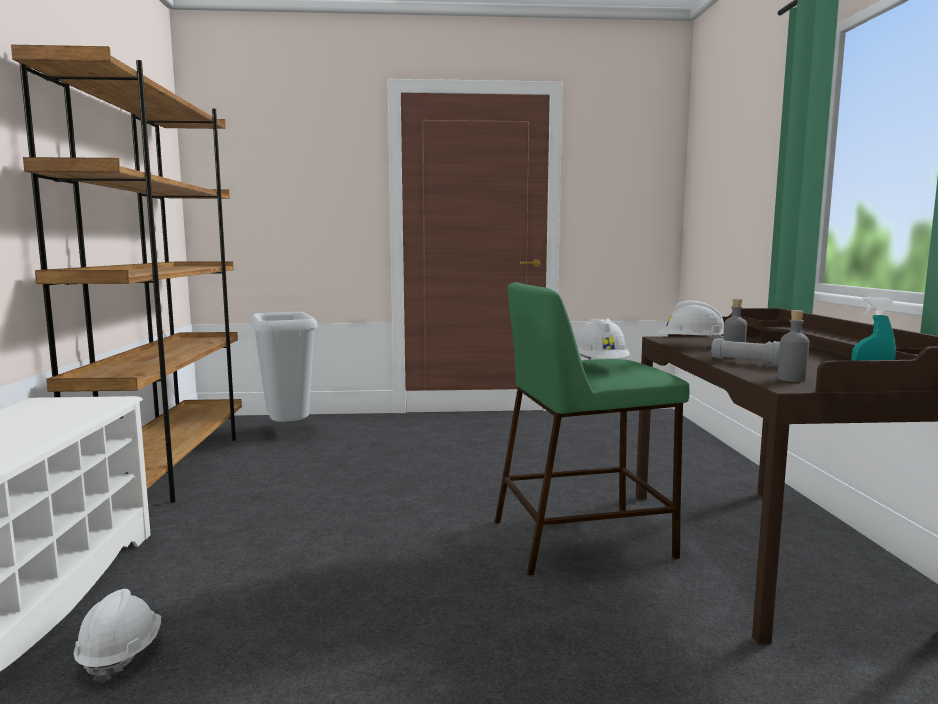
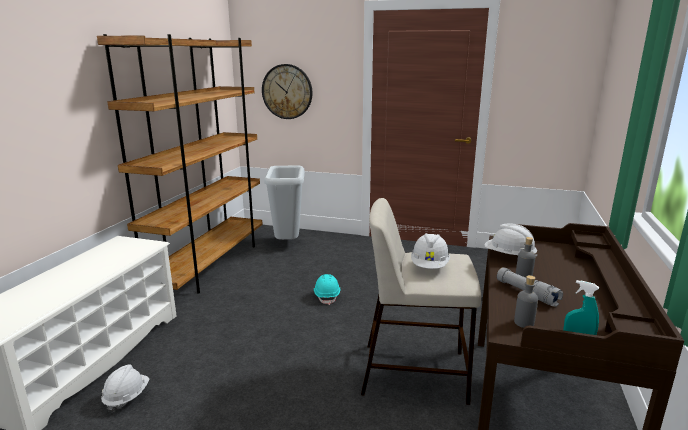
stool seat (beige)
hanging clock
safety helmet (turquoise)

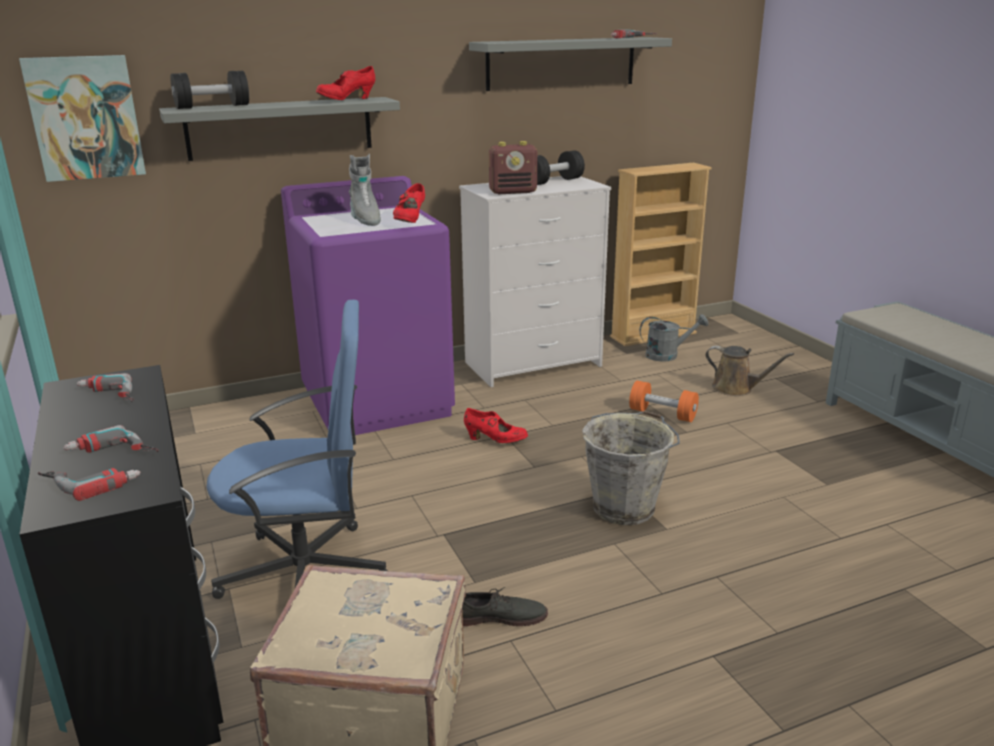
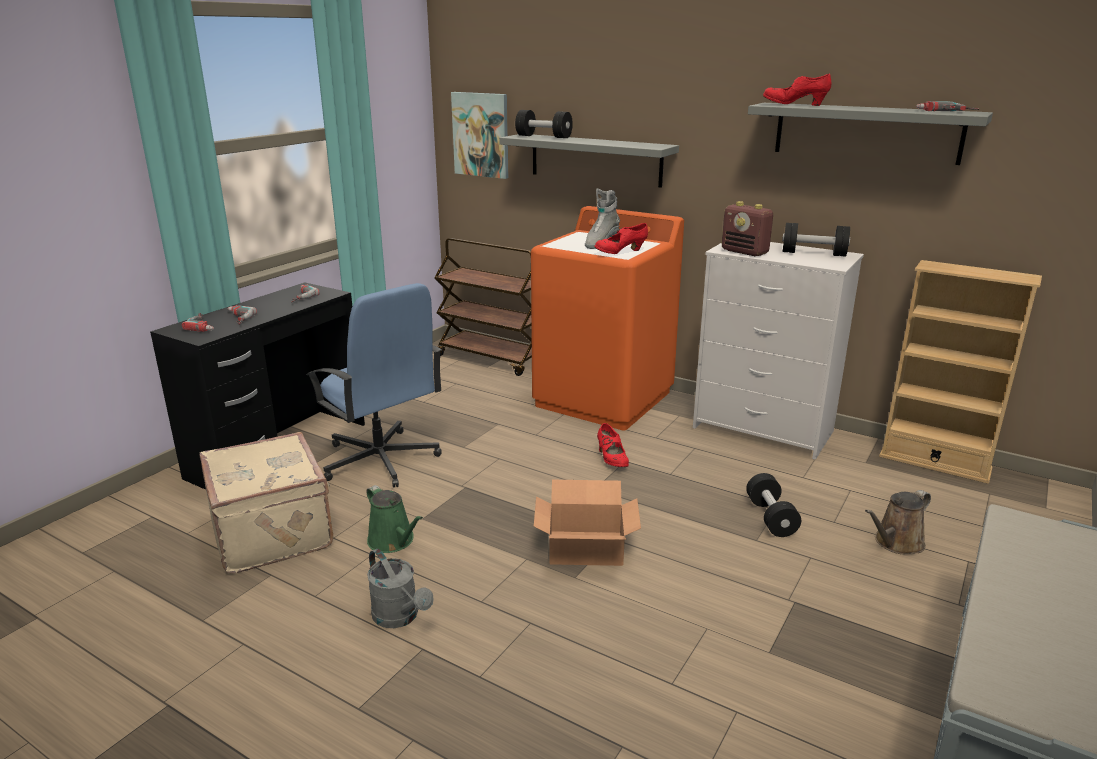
laundry machine (orangey)
low shoe (red) (3rd from left)
watering can (green-coloured)
packing box
dumbbell (blackish) (2nd from left)
watering can (gray)
watering can (brown-coloured)
wheeled cart (brown-coloured)

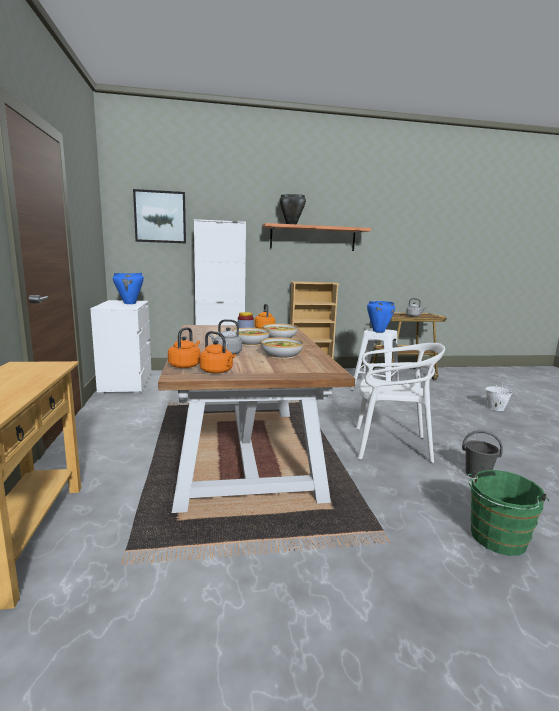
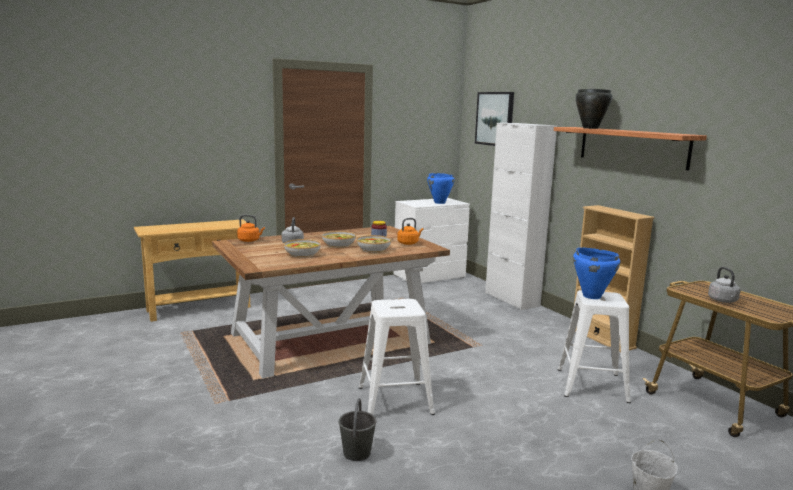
water kettle (orangey) (2nd from left in the first image)
stool seat (whitish) (1st from left)
pail (green-coloured)

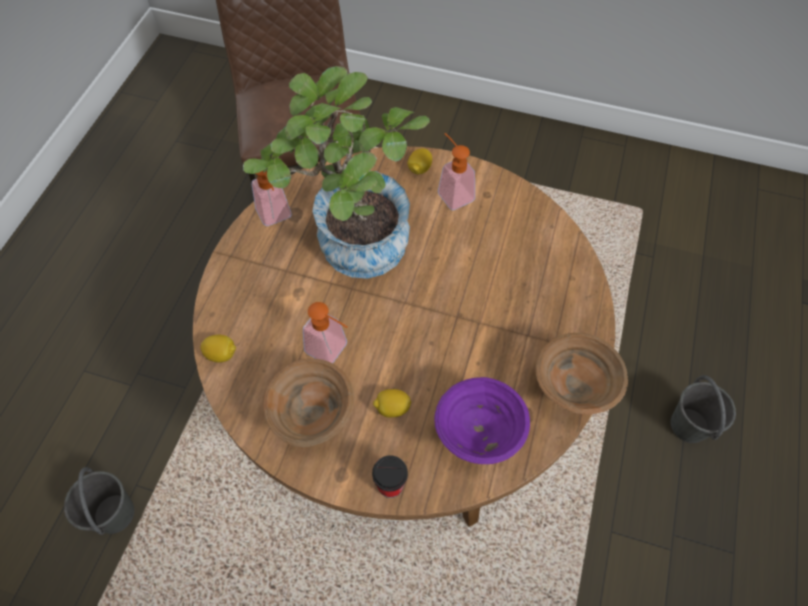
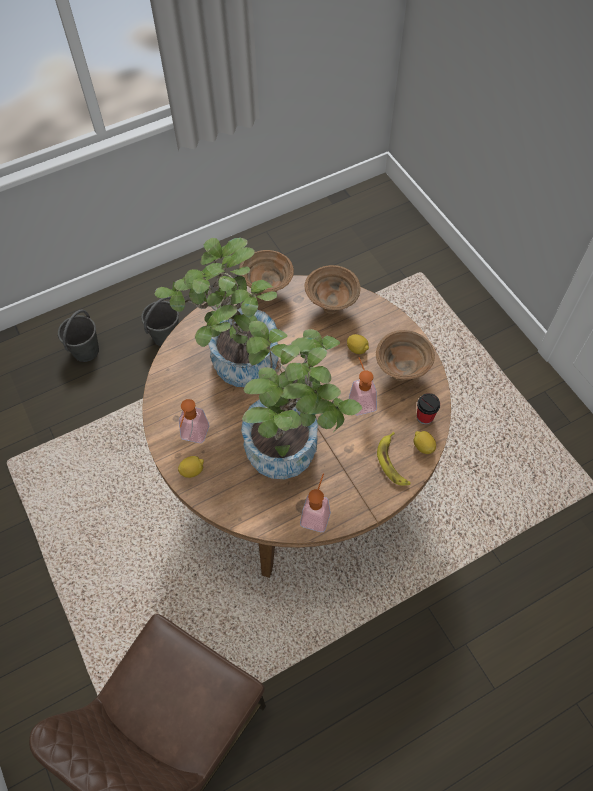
pail (gray) (1st from left)
small cup
serving bowl (brown-coloured) (2nd from left)
potted plant (1st from left)
whole banana

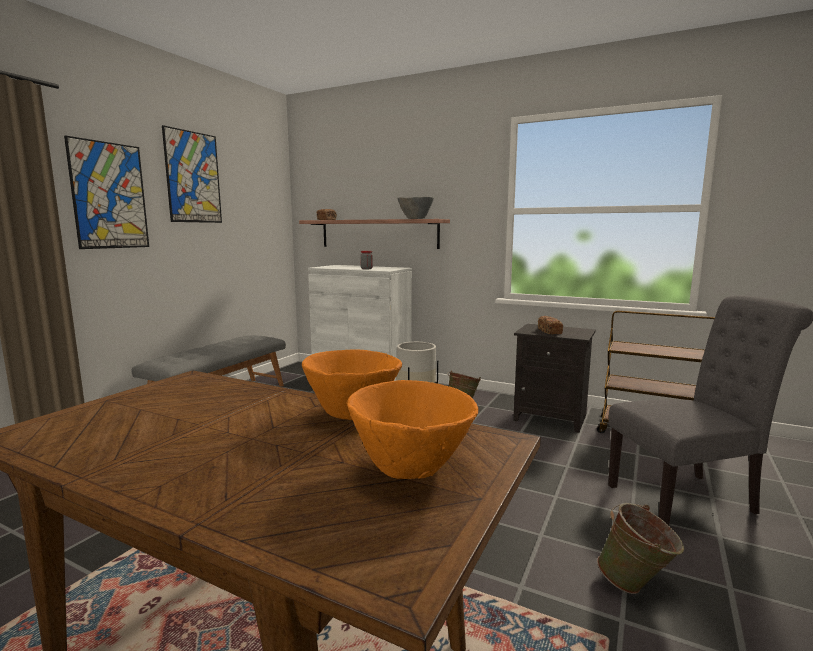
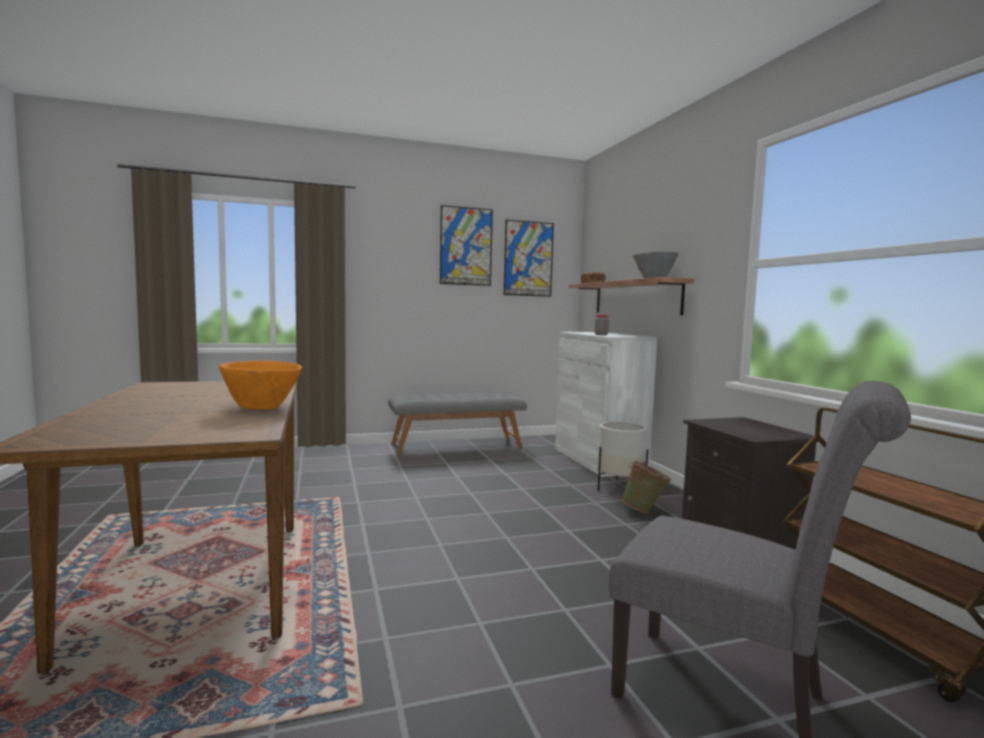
wall picture (2nd from left)
serving bowl (orangey) (2nd from left in the first image)
bread (2nd from left in the first image)
pail (green-coloured) (2nd from left in the first image)

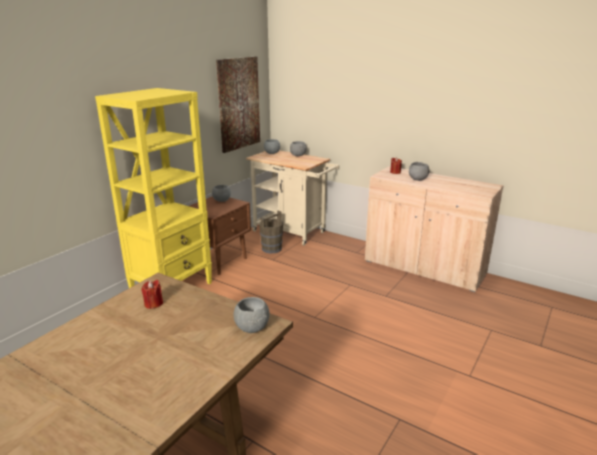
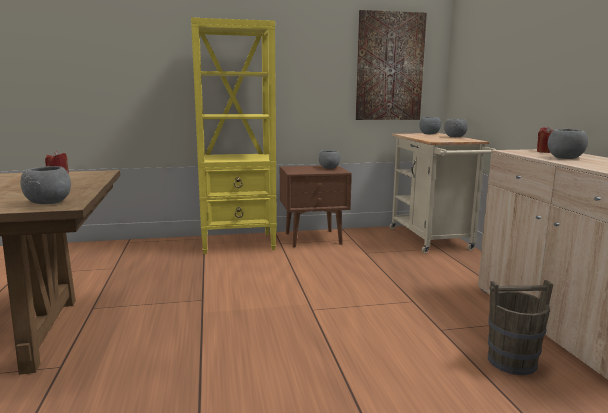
pail (brown-coloured)

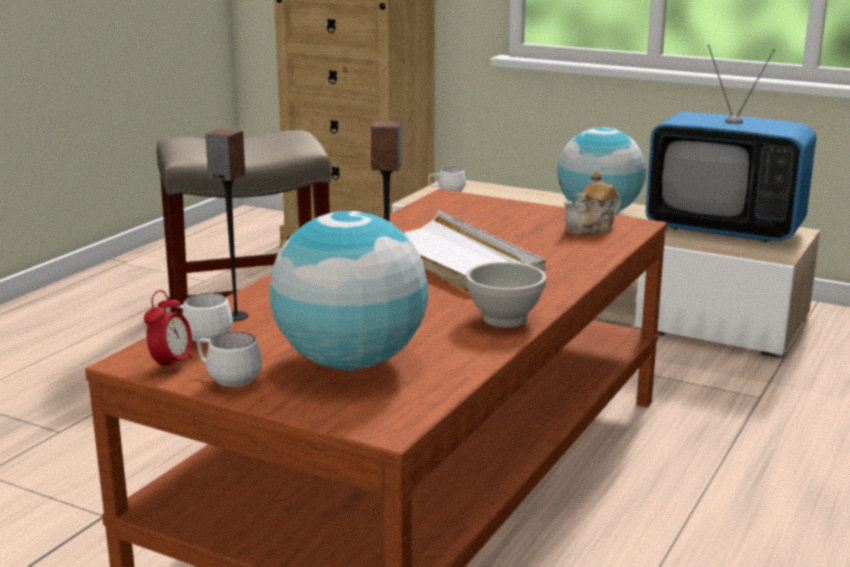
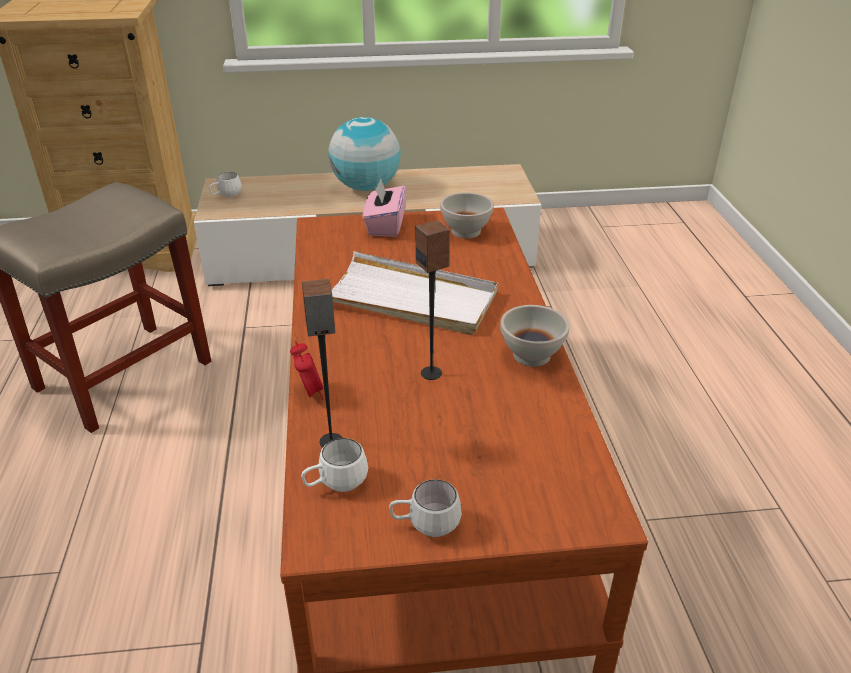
table clock
globe (1st from left in the first image)
serving bowl (whitish) (1st from left)
TV set
box of tissues (pink-coloured)

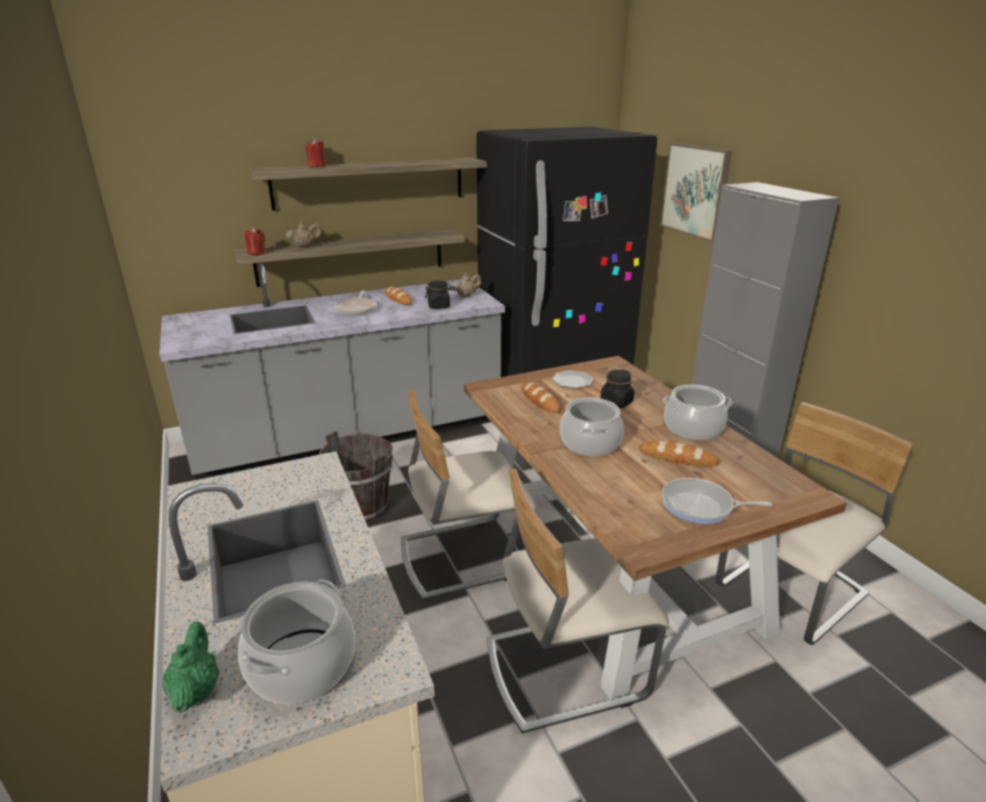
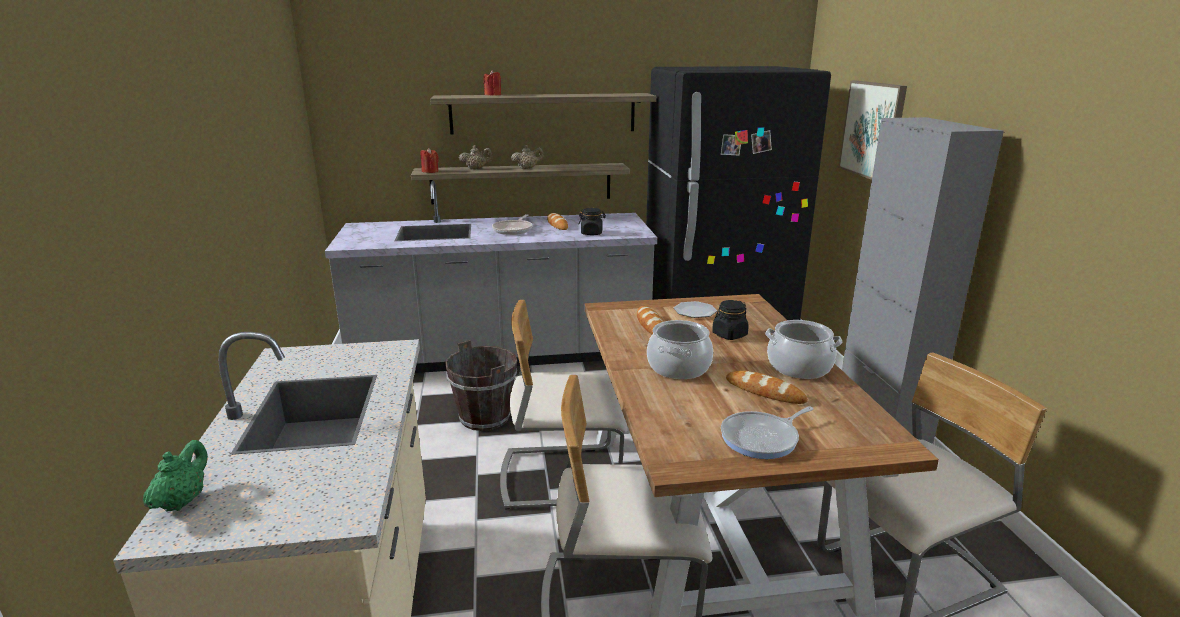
saucepot (1st from left in the first image)
teapot (beige) (2nd from left)
skillet (2nd from left)

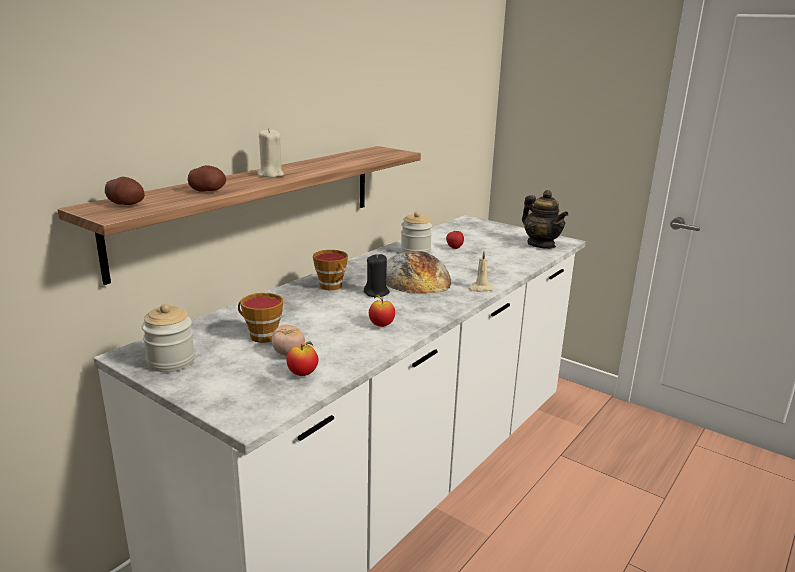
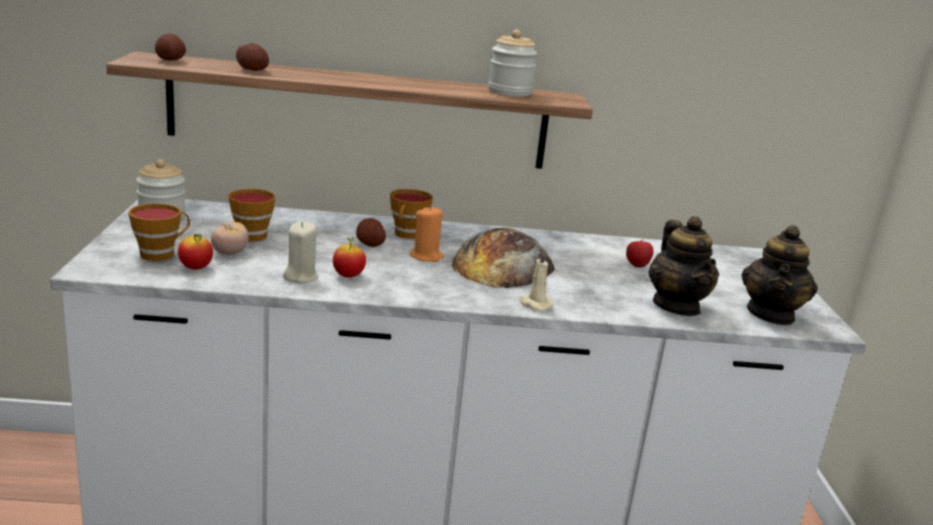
candle (beige) (1st from left)
candle (orangey)
preserve jar (2nd from left)
small cup (1st from left)
spud (3rd from left)
teapot (1st from left)

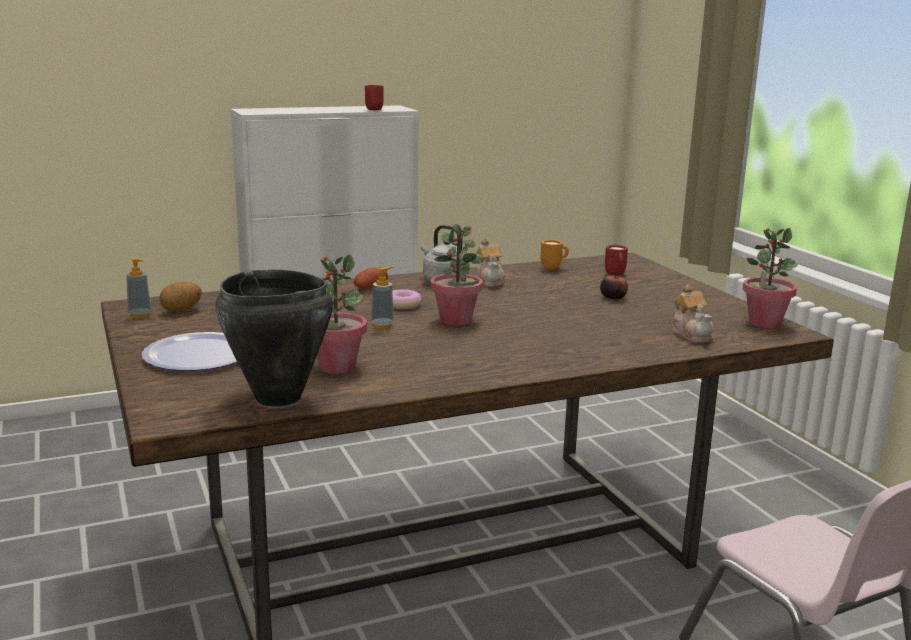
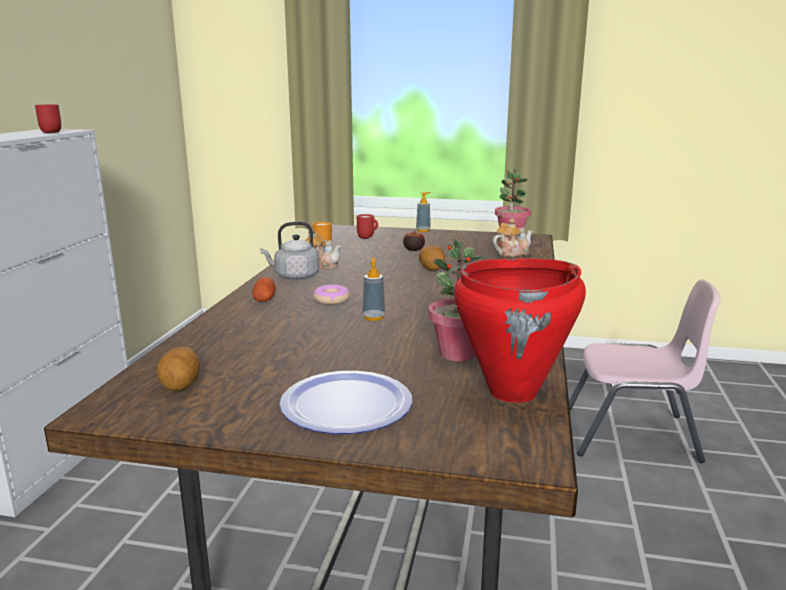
soap bottle (2nd from left)
saucepot (red)
potted plant (2nd from left in the first image)
teapot (2nd from left)
spud (3rd from left)

